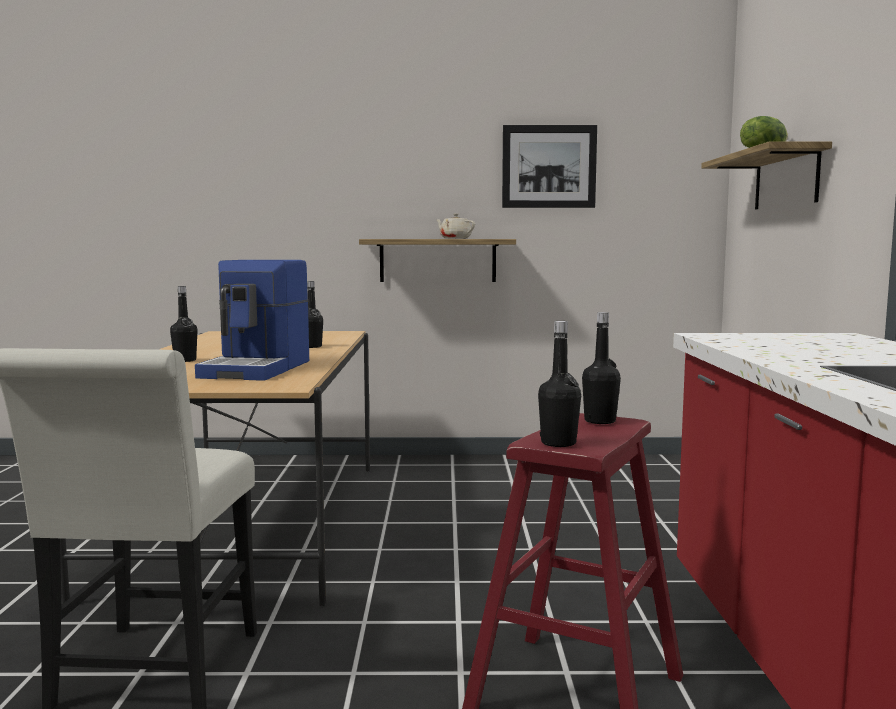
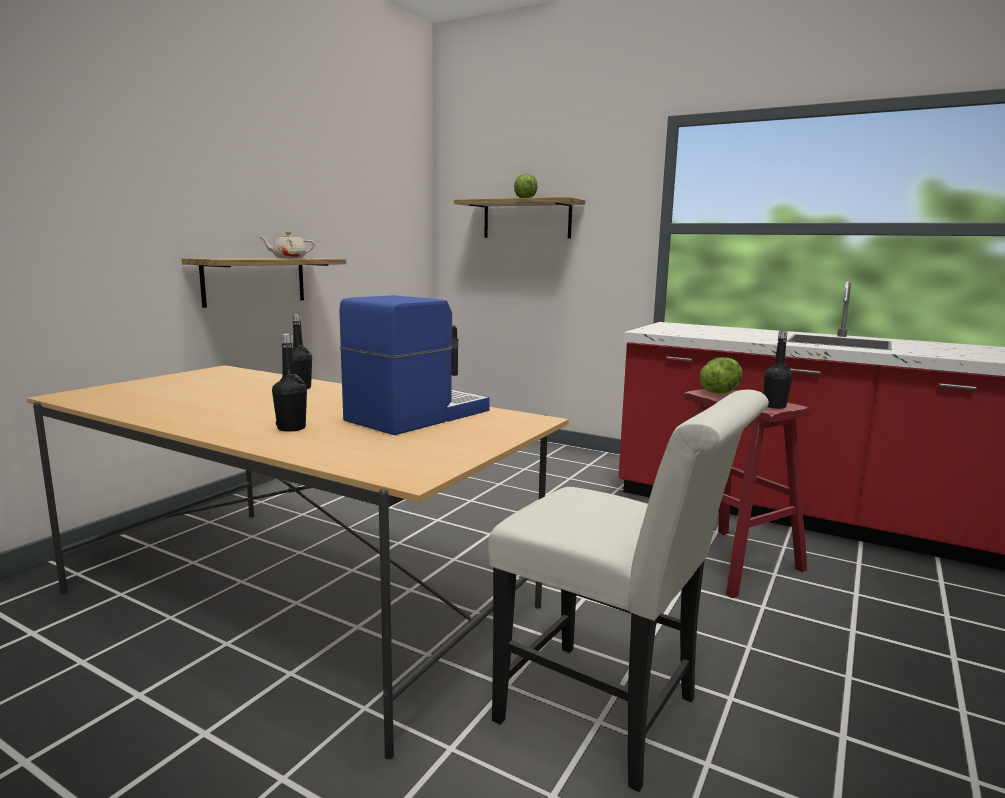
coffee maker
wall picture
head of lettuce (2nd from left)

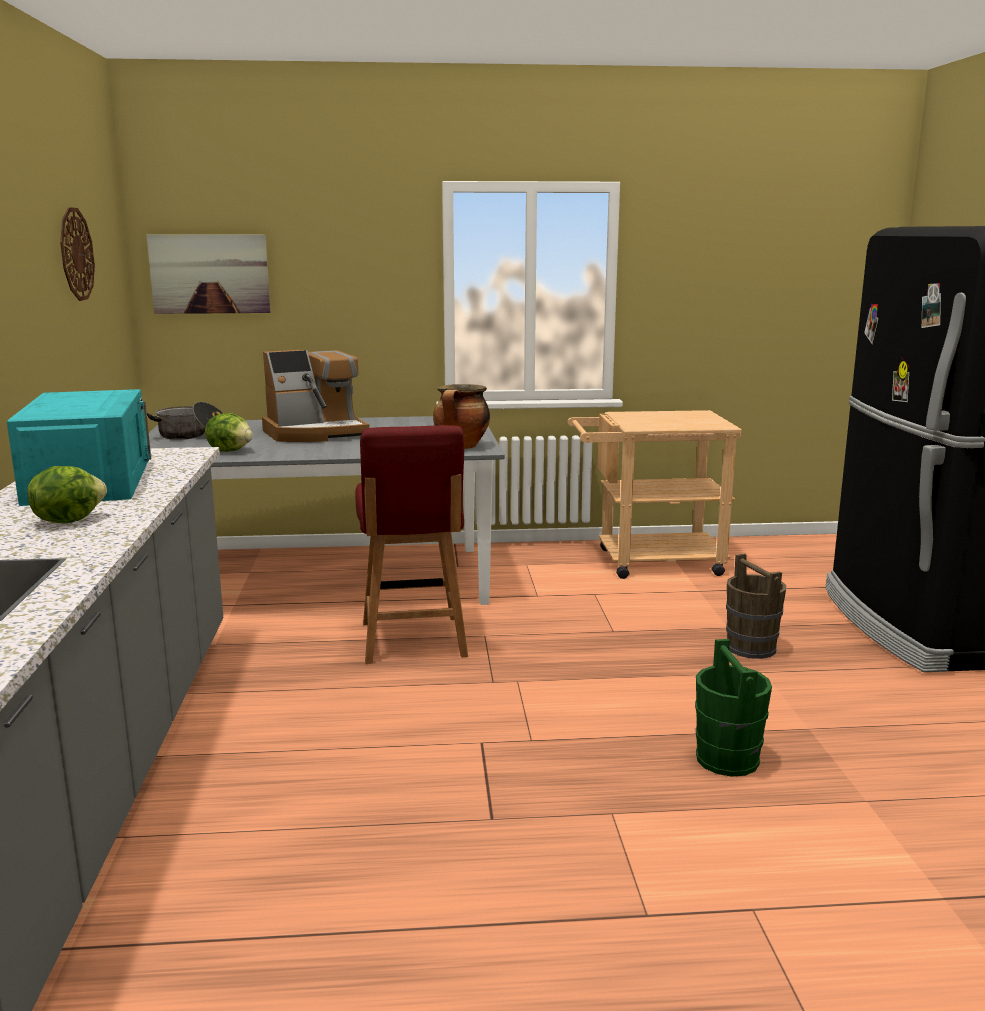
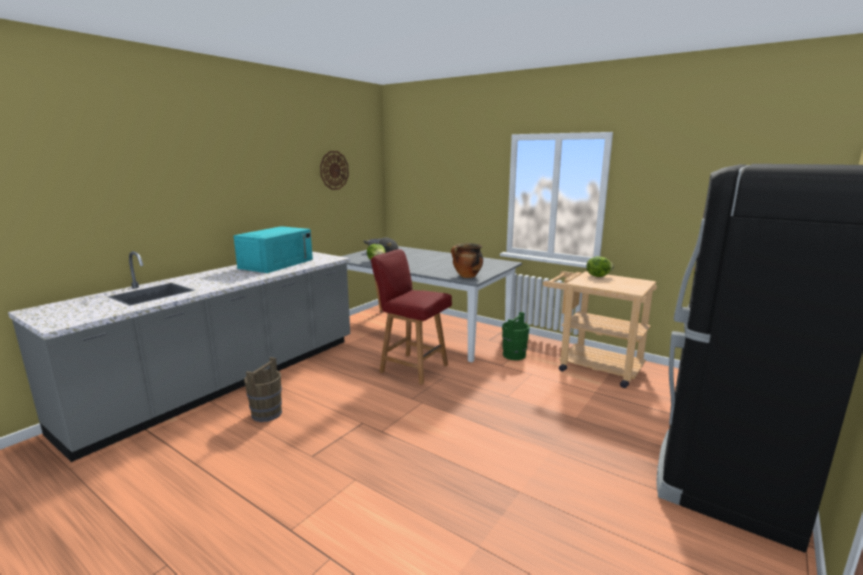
head of lettuce (2nd from left)
wall picture
coffee maker
plain chair (red)
pail (green-coloured)
pail (brown-coloured)

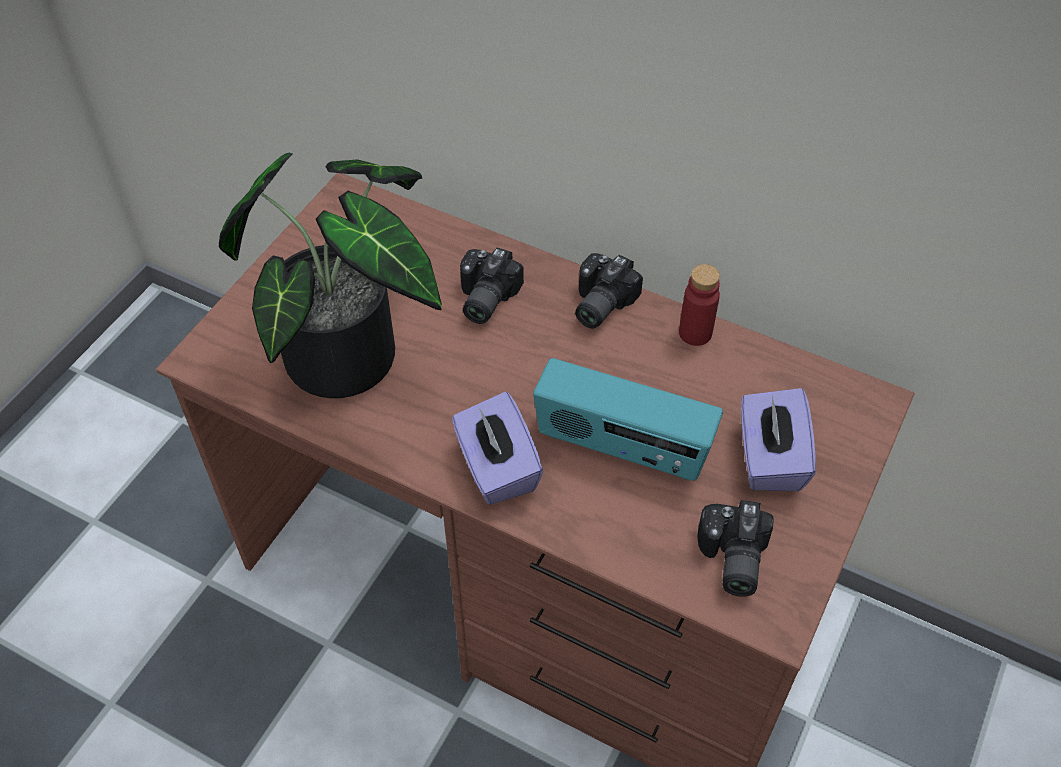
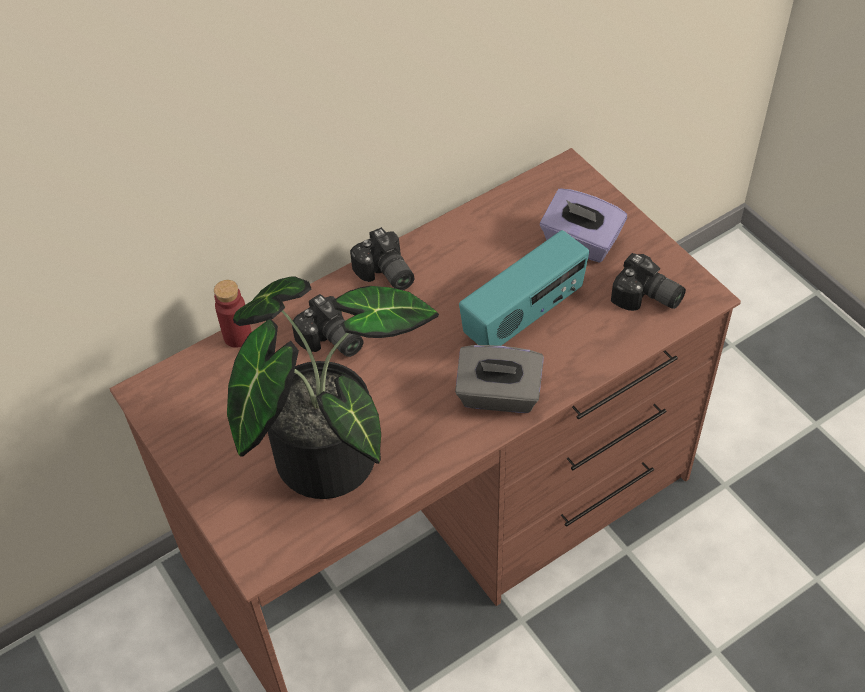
box of tissues (gray)
bottle (red)

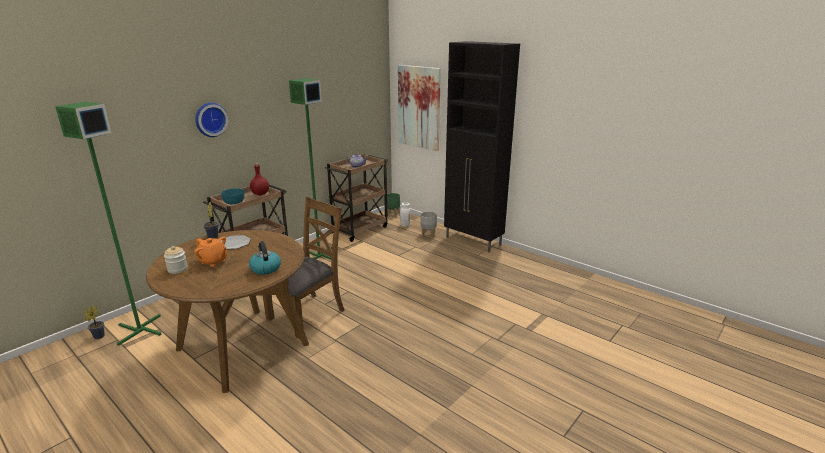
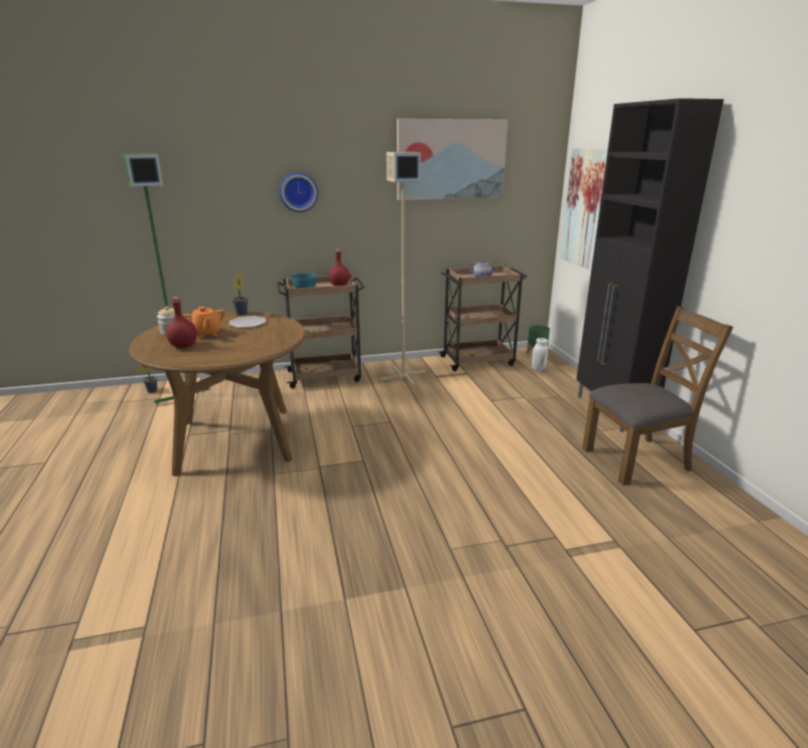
water kettle
plain chair (brown-coloured)
standard lamp (beige)
flower pot (gray)
bottle (red) (1st from left)
wall picture (1st from left)

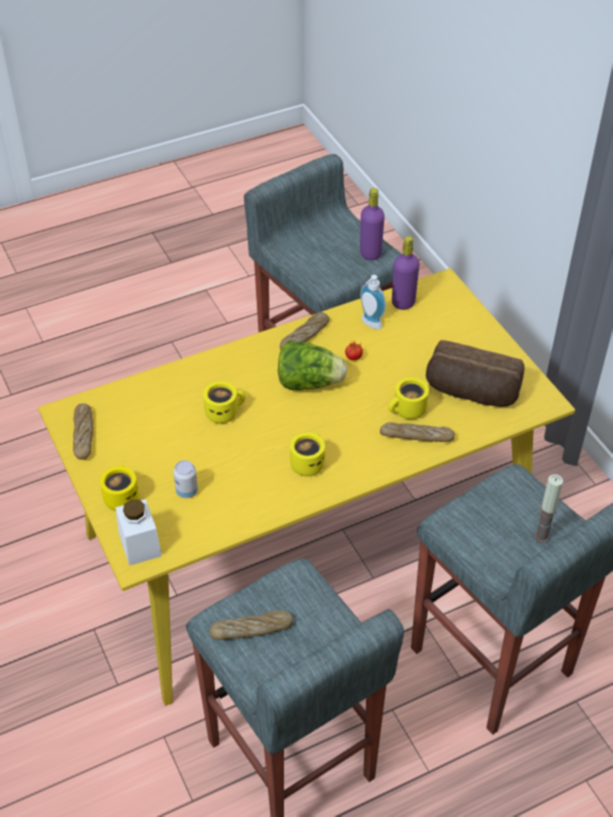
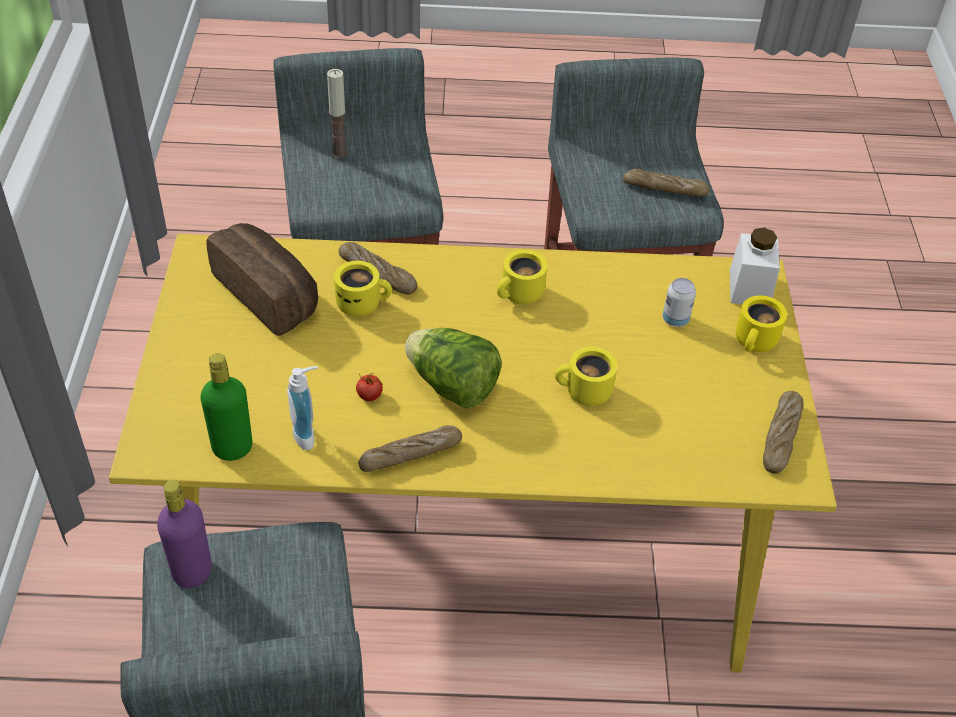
bottle (green-coloured)

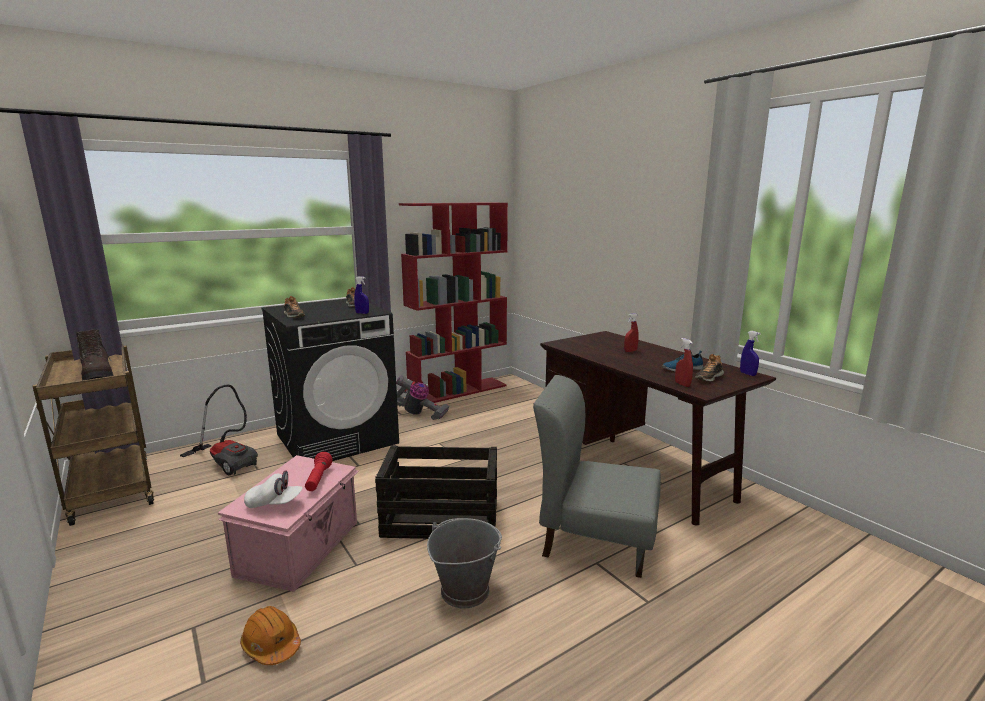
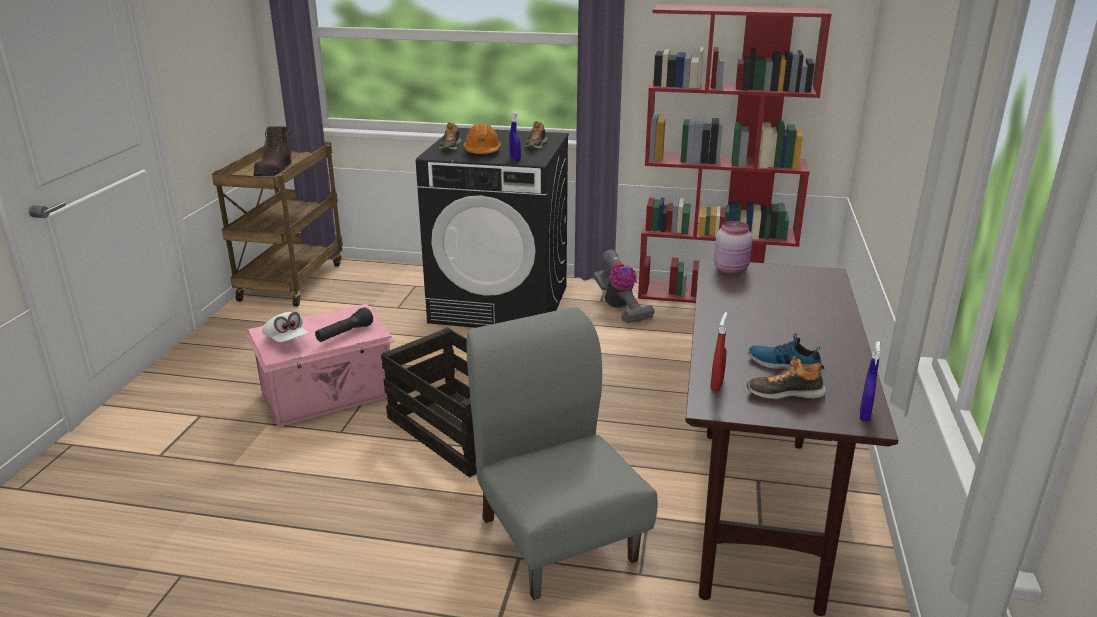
hoover (1st from left in the first image)
safety helmet (orangey)
hand torch (blackish)
pail (gray)
sprayer (red) (1st from left in the first image)
preserve jar (pink-coloured)

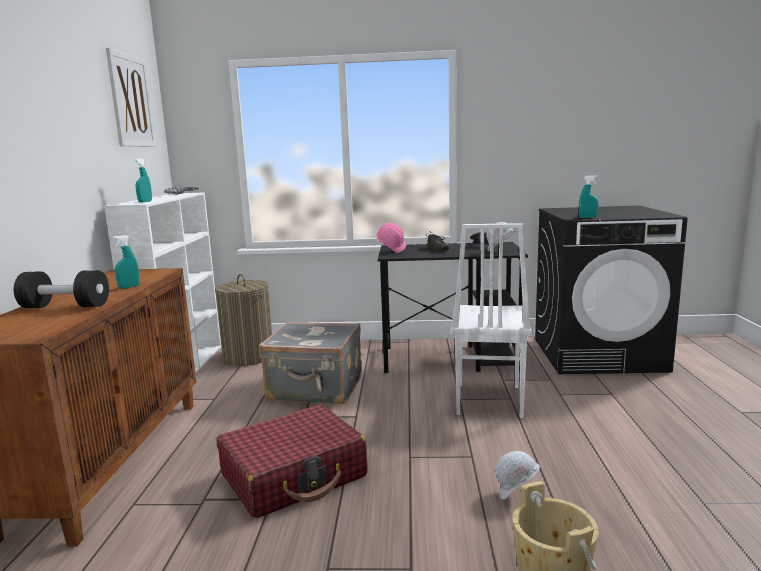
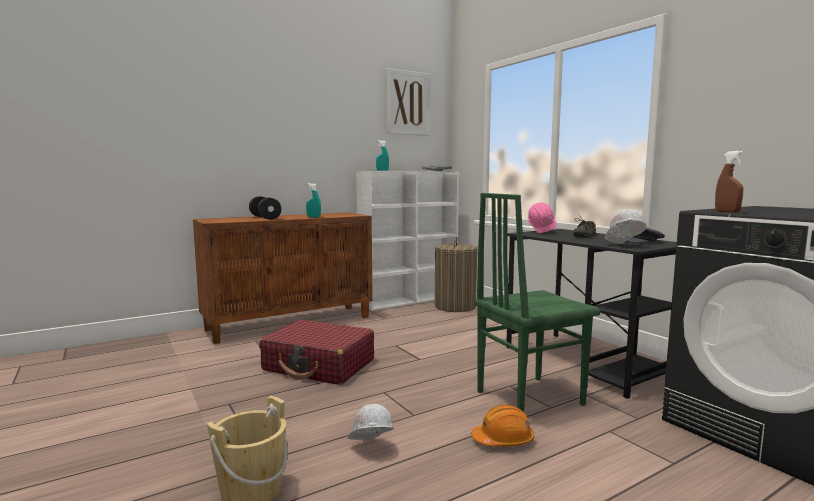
piece of luggage (gray)
plain chair (green-coloured)
sprayer (brown-coloured)
safety helmet (orangey)

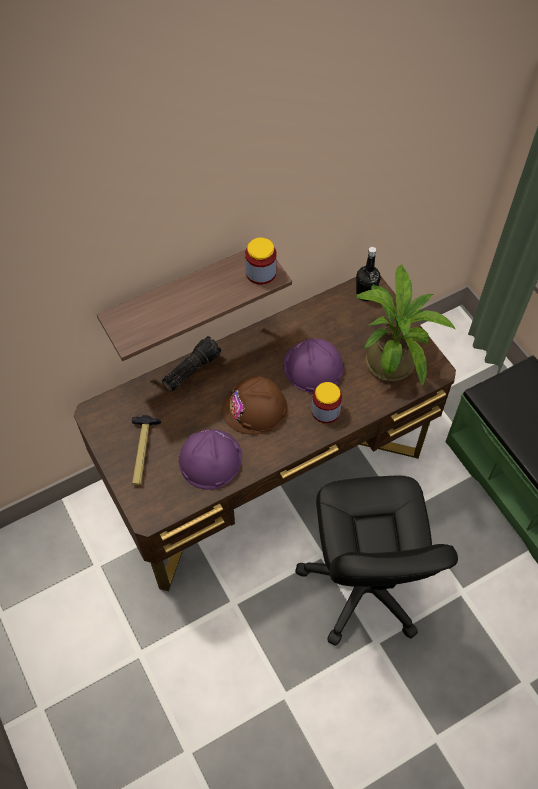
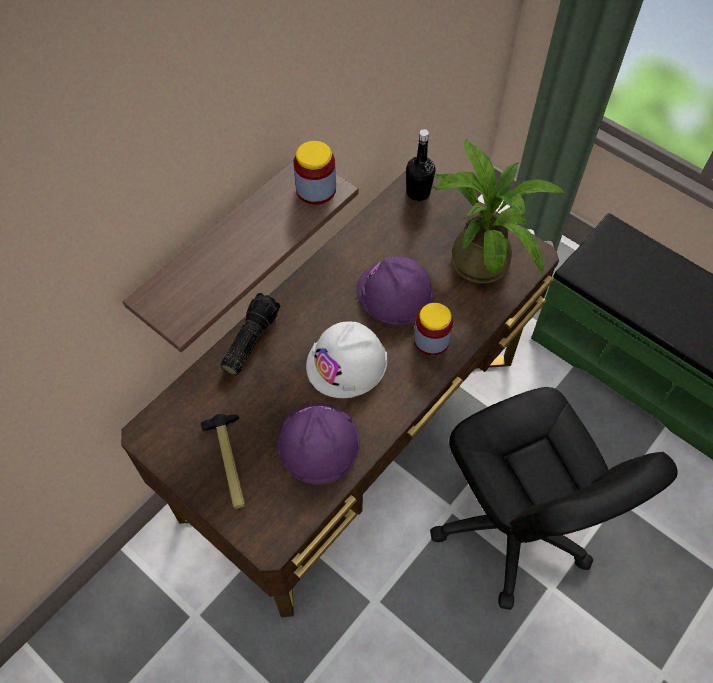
safety helmet (whitish)

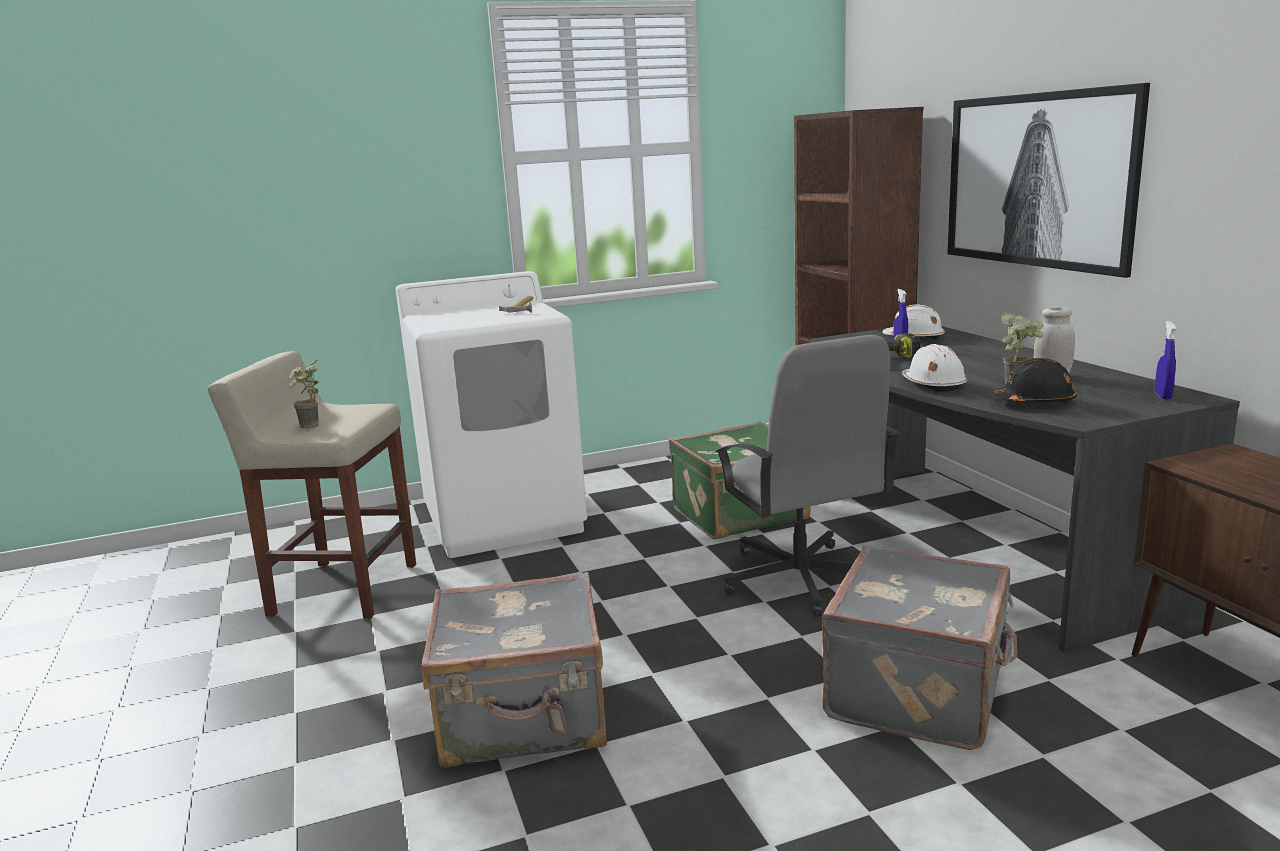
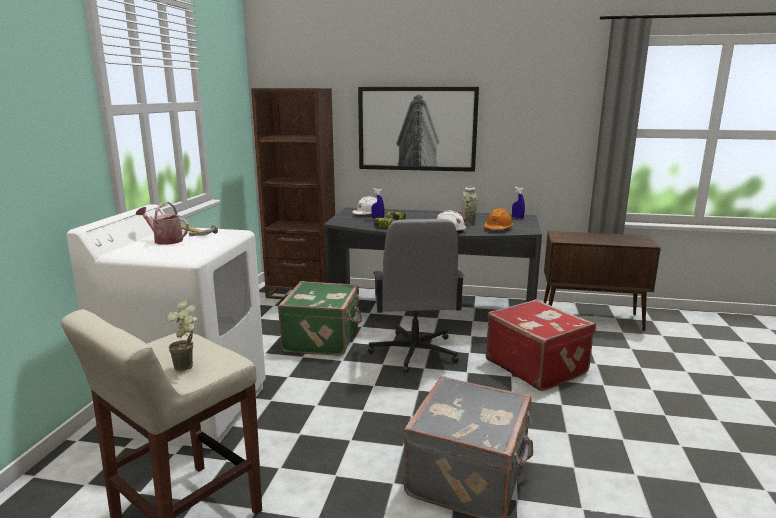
desk chair (gray)
piece of luggage (red)
safety helmet (orangey)
watering can

